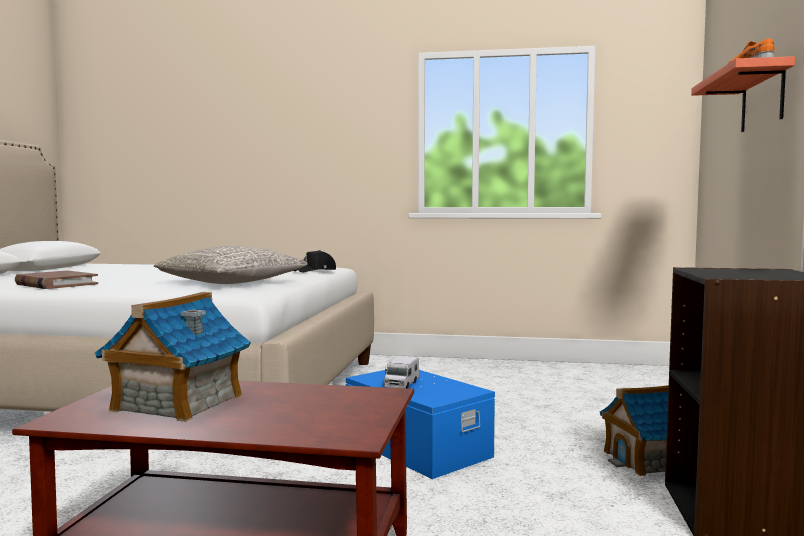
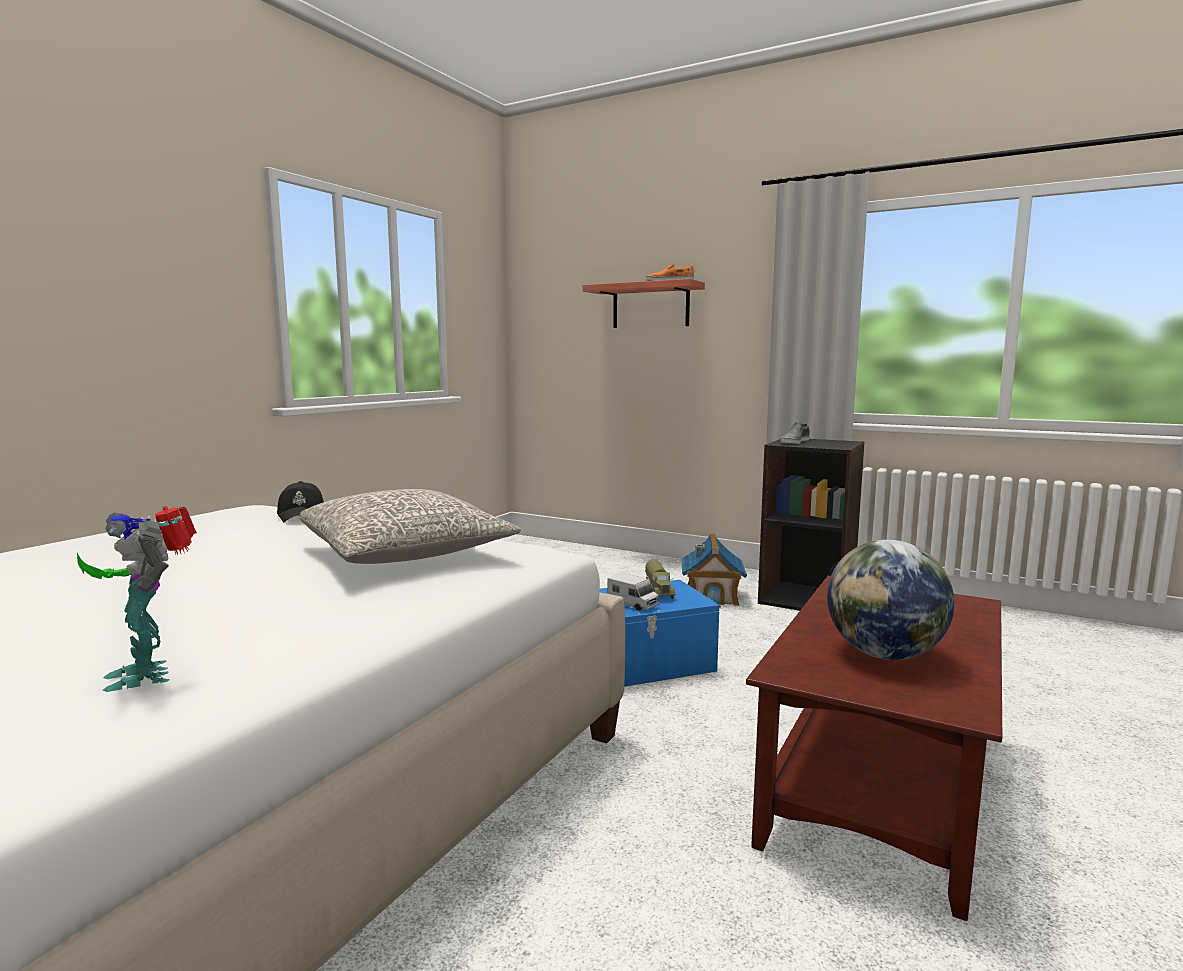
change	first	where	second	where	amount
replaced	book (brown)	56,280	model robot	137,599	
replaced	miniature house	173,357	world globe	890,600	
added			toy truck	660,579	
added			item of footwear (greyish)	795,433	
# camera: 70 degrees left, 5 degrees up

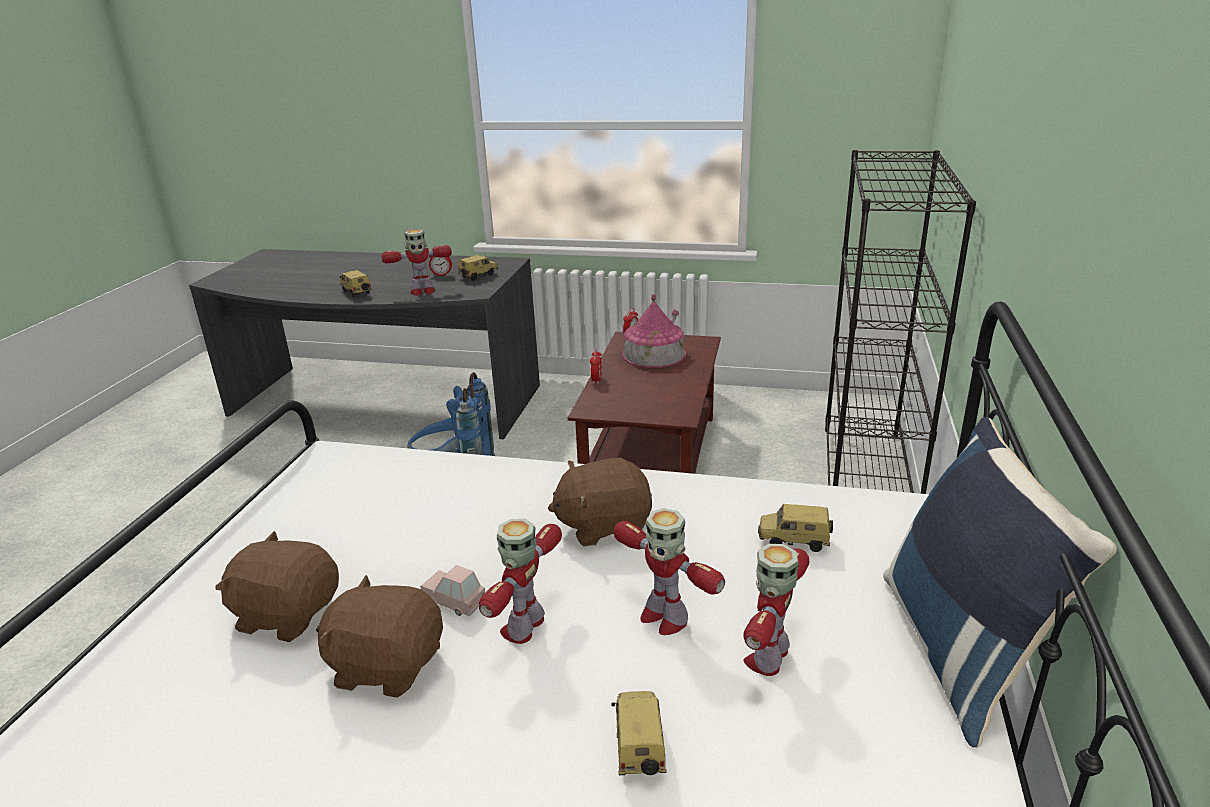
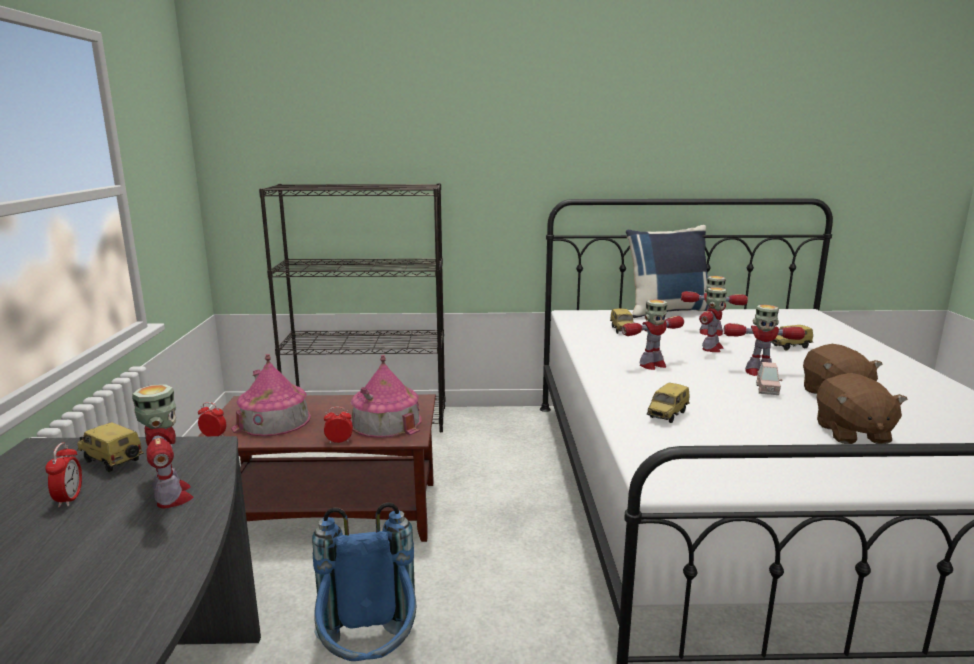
change	first	where	second	where	amount
moved	miniature car	356,284		668,403	
replaced	plush toy (brown)	600,502	model robot	652,335	
added			miniature house	386,396	
# camera: 105 degrees left, 10 degrees down

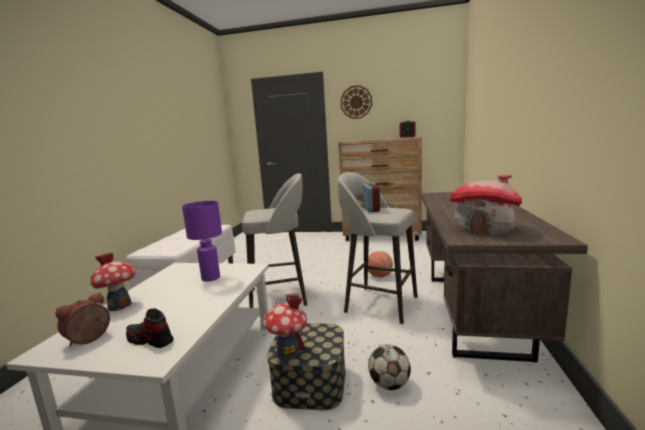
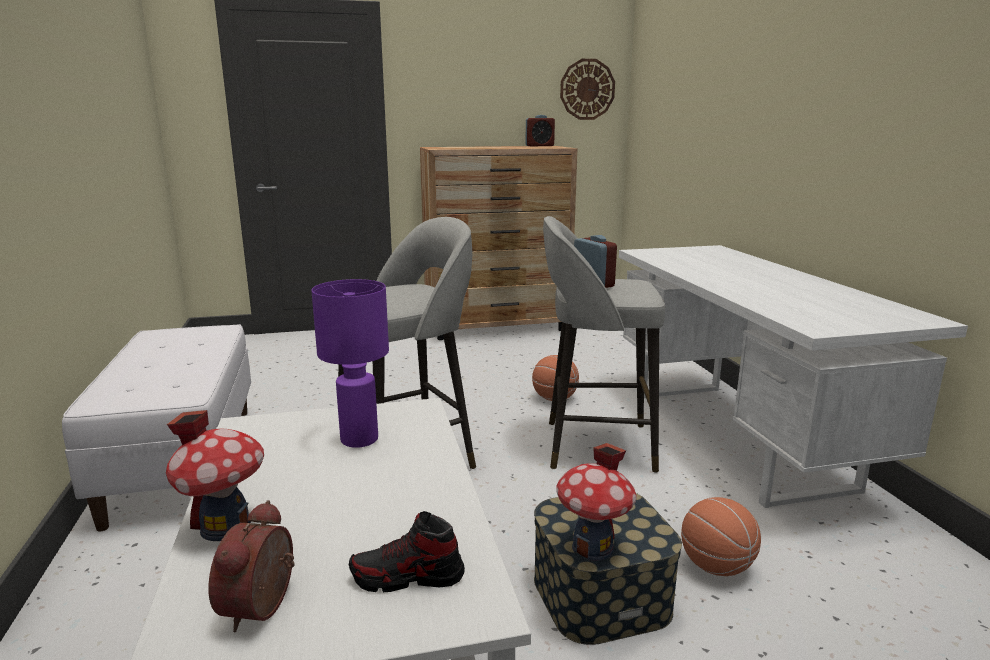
change	first	where	second	where	amount
moved	hanging clock	356,102		587,89	
replaced	football	389,367	basketball ball	721,536	
recoloured	desk table (brown)	504,277	desk table (white-coloured)	793,376	
removed	miniature house	485,205			
# camera: 25 degrees left, 5 degrees up

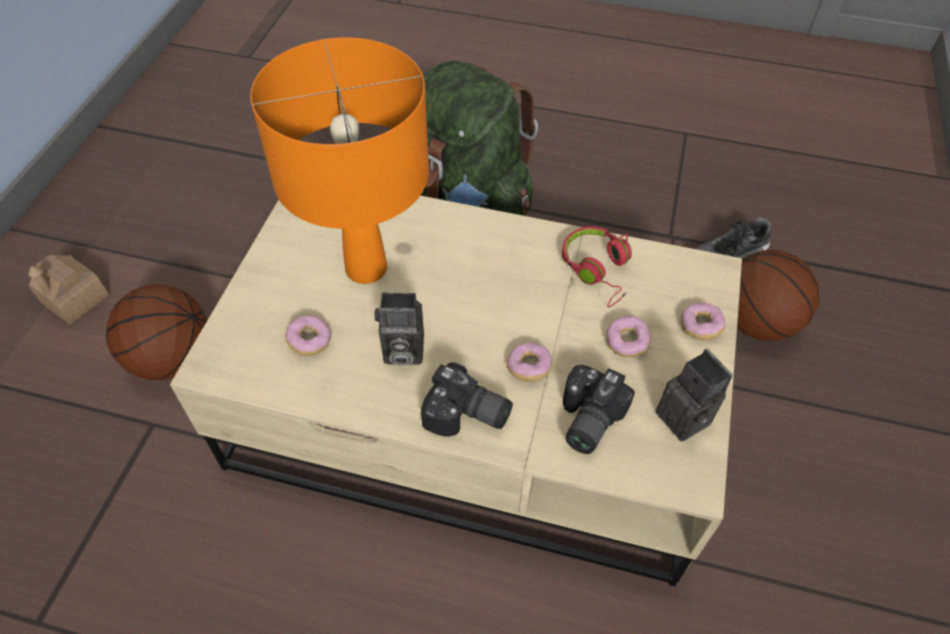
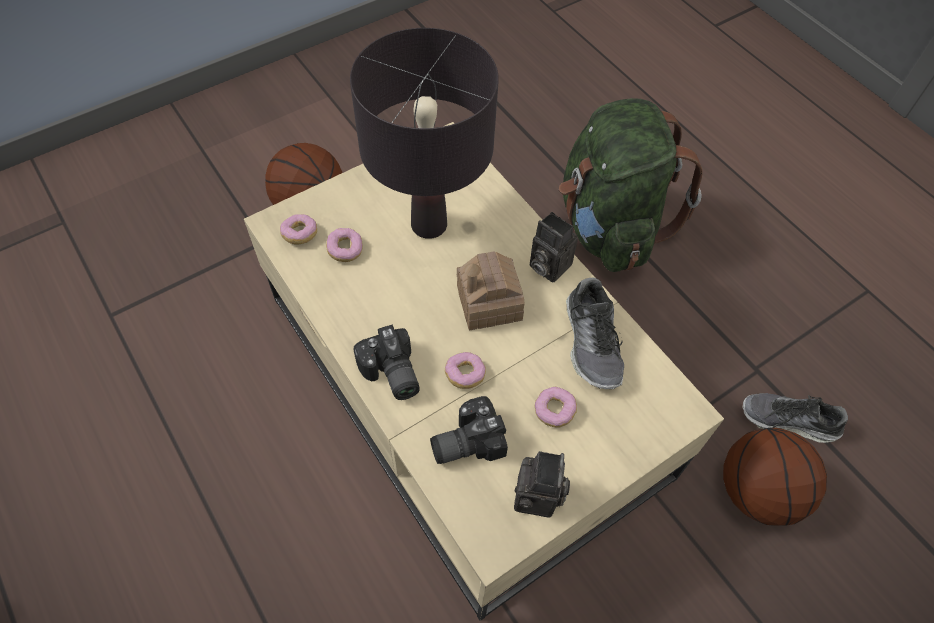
change	first	where	second	where	amount
moved	miniature house	68,289		491,290	
recoloured	table lamp (orange-coloured)	339,160	table lamp (black)	424,133	
moved	photo camera	399,329		554,247	
replaced	pair of headphones (reddish)	597,266	item of footwear	595,333	
moved	donut	703,321		298,229	
# camera: 40 degrees right, 5 degrees up

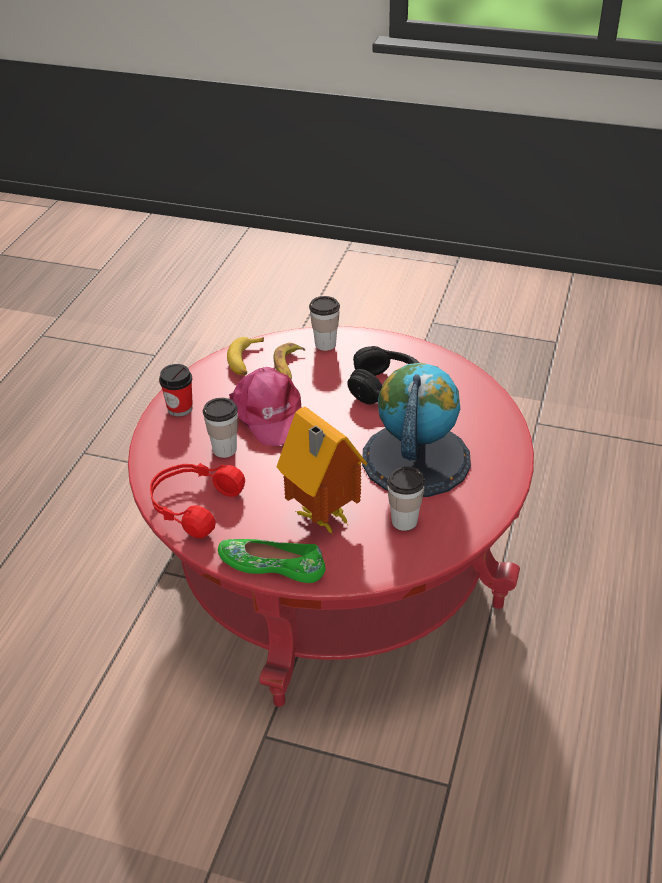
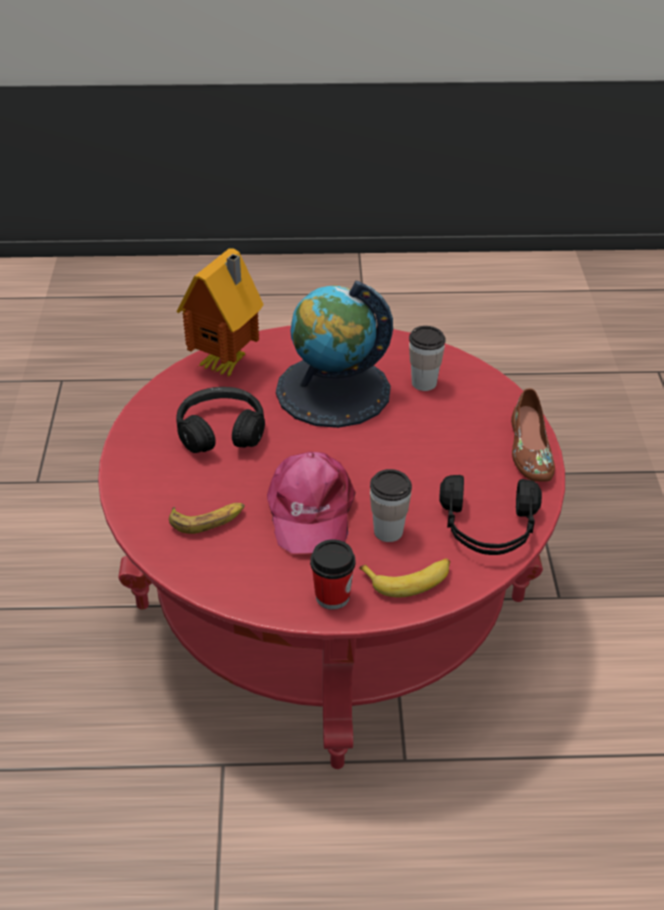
change	first	where	second	where	amount
recoloured	pair of headphones (reddish)	197,500	pair of headphones (black)	490,515	
recoloured	item of footwear (green)	271,561	item of footwear (brown)	533,435	
moved	banana fruit	245,356		404,577	
turned	baseball cap (pink)	265,406		311,503	135 degrees clockwise
moved	miniature house	321,471		220,313	
removed	cup	324,323			
# camera: 110 degrees left, 0 degrees up

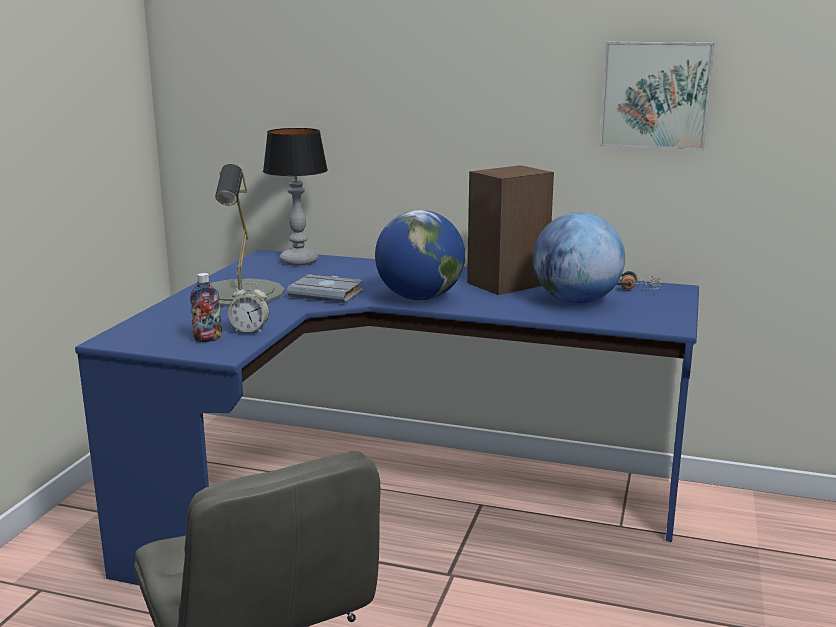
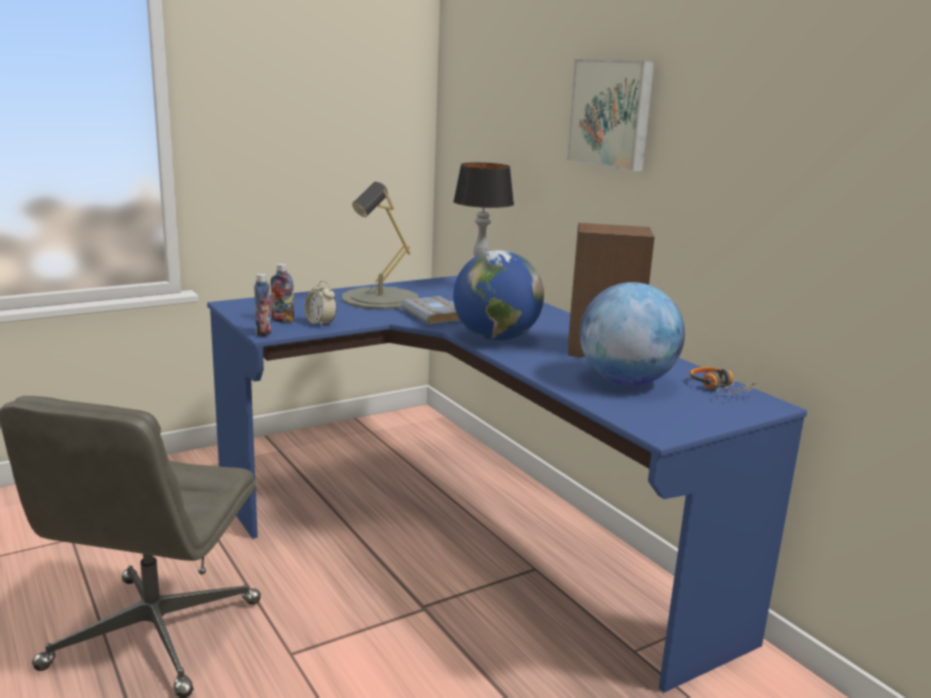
change	first	where	second	where	amount
moved	wall art	657,96		610,115	
added			drink bottle	262,305	
# camera: 40 degrees right, 0 degrees up

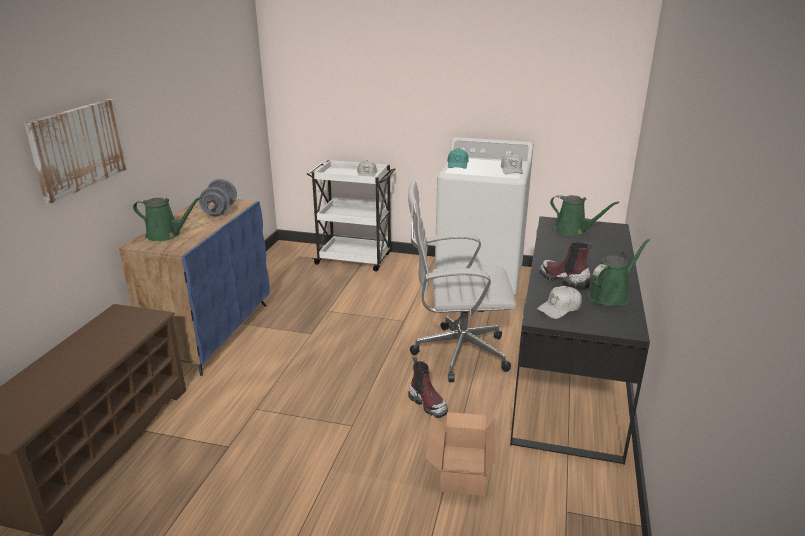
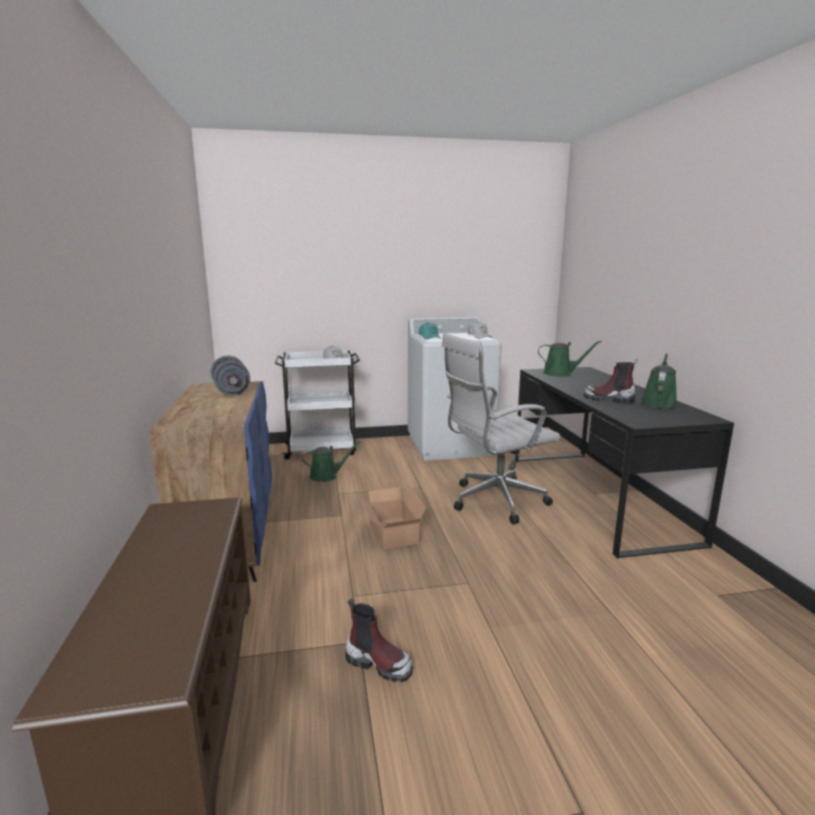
change	first	where	second	where	amount
removed	wall art	75,151			
moved	watering can (green)	167,219		331,461	
moved	high-top boot	428,387		379,640	
moved	carton	461,454		391,517	
removed	baseball cap (white-coloured)	559,302			
# camera: 25 degrees left, 10 degrees down

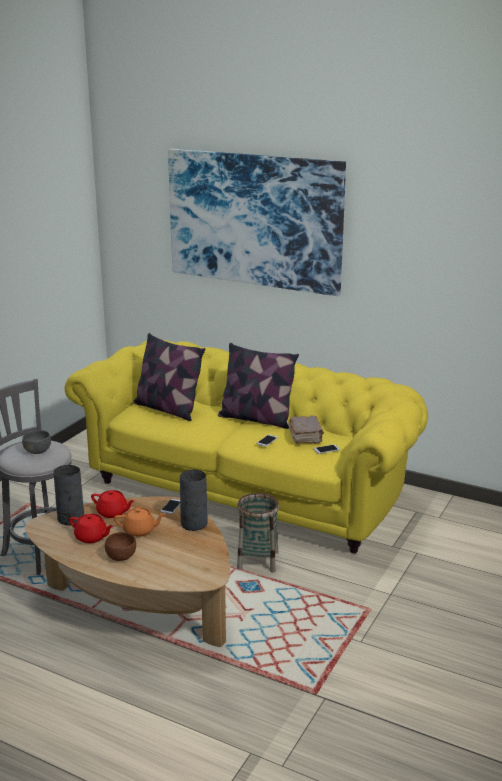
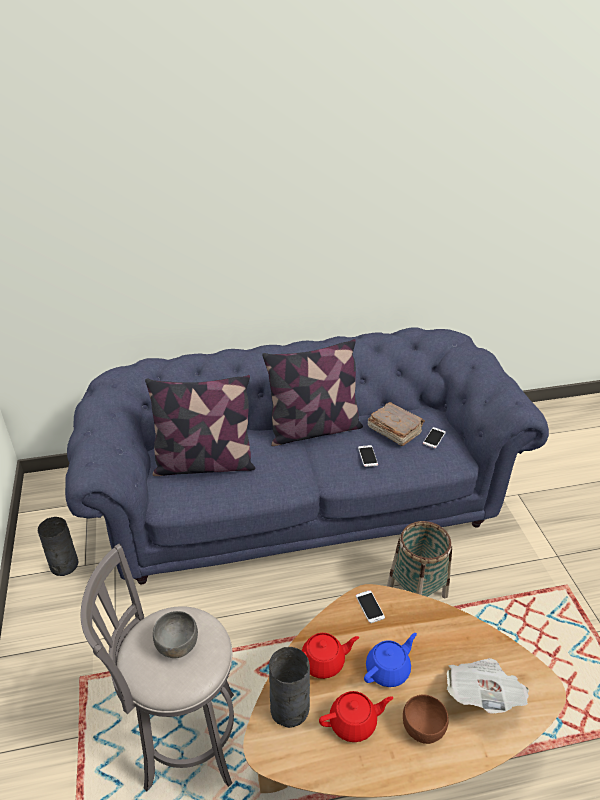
change	first	where	second	where	amount
recoloured	settee (yellowish)	246,446	settee (blue)	307,455	
recoloured	tea pot (orange-coloured)	140,522	tea pot (blue)	390,660	
removed	wall art	257,222			
moved	flower vase (greyish)	194,500		58,546	
added			daily paper	488,686	
# camera: 40 degrees left, 15 degrees up

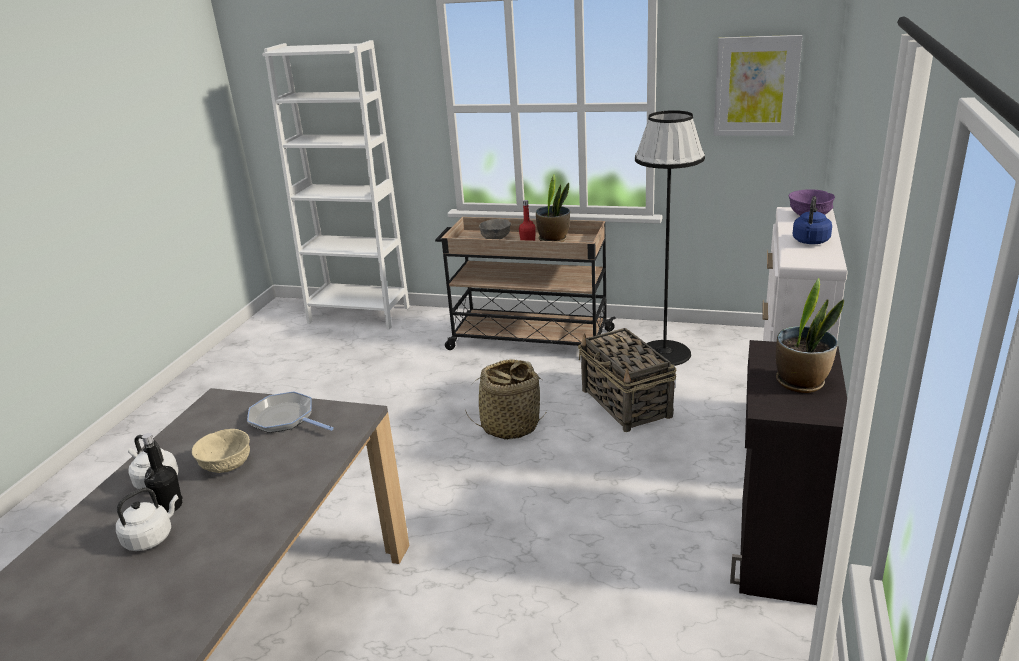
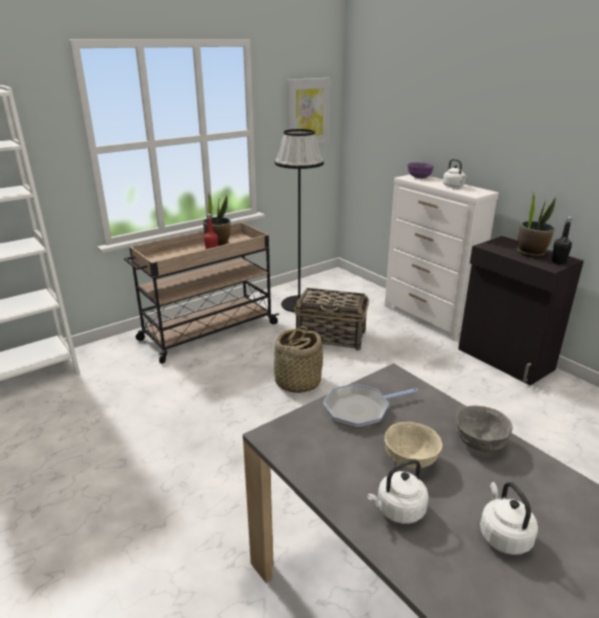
change	first	where	second	where	amount
moved	drink bottle (black)	162,473		562,241	
moved	serving bowl (greyish)	495,229		484,428	
recoloured	kettle (blue)	812,220	kettle (white-coloured)	455,173	
# camera: 55 degrees left, 0 degrees up

